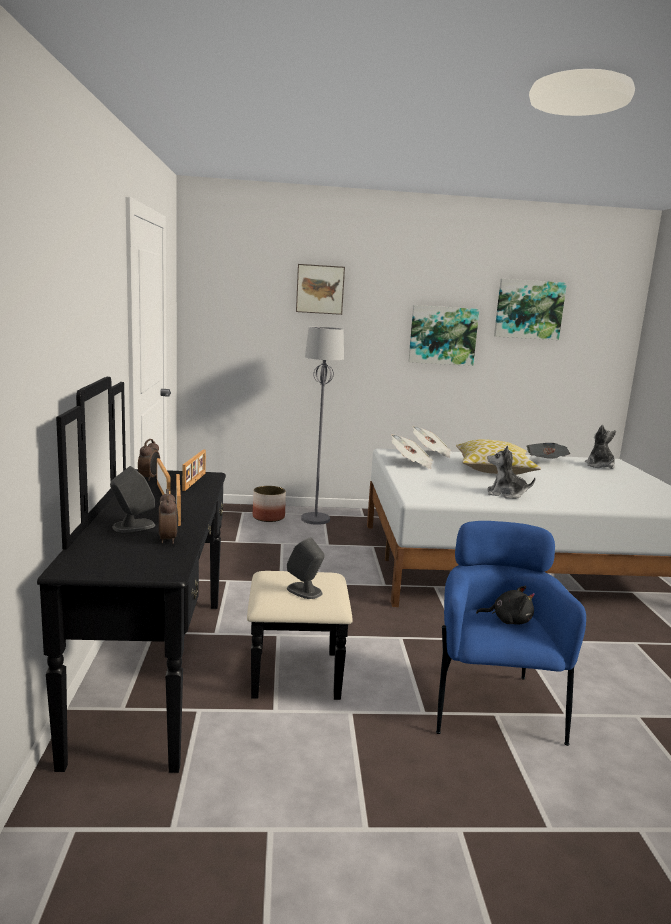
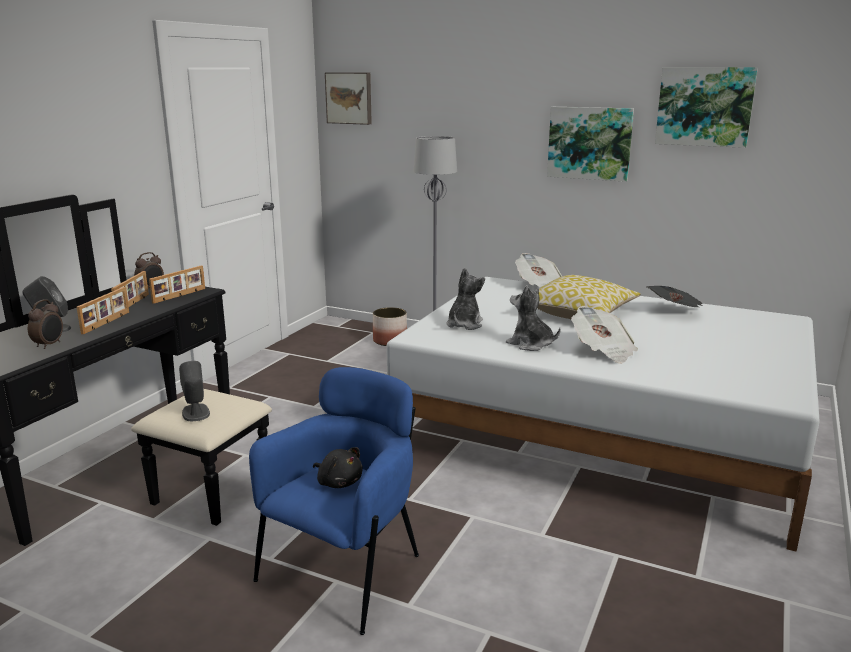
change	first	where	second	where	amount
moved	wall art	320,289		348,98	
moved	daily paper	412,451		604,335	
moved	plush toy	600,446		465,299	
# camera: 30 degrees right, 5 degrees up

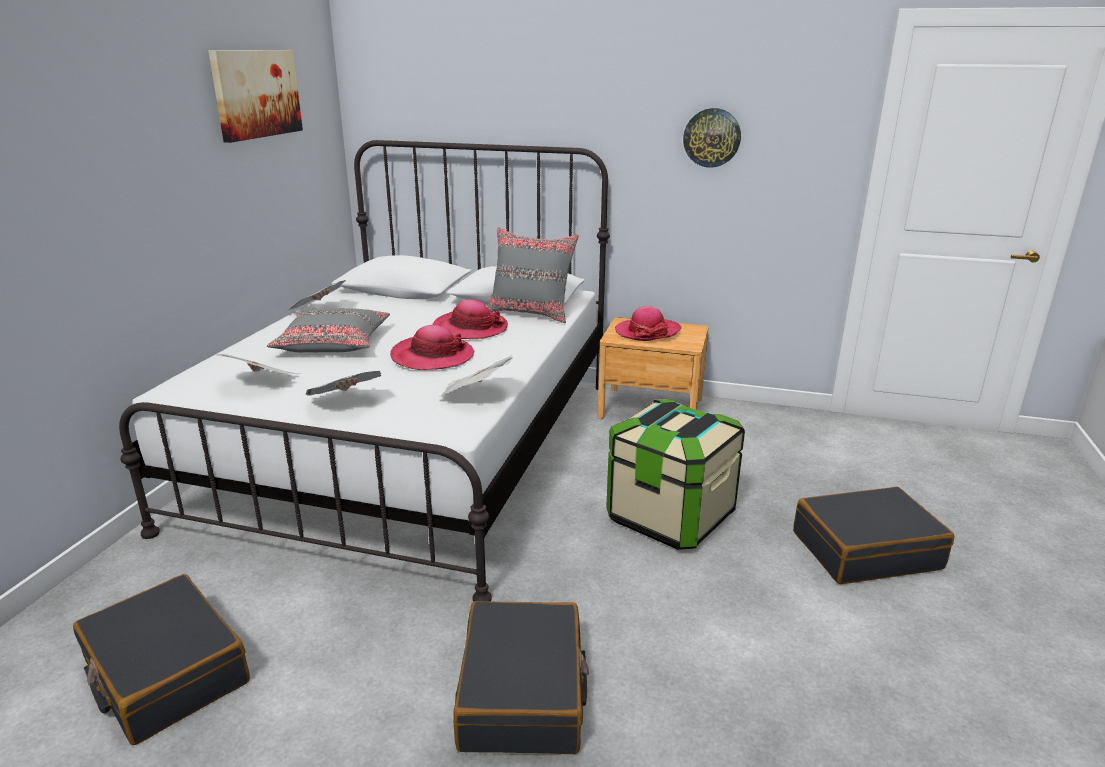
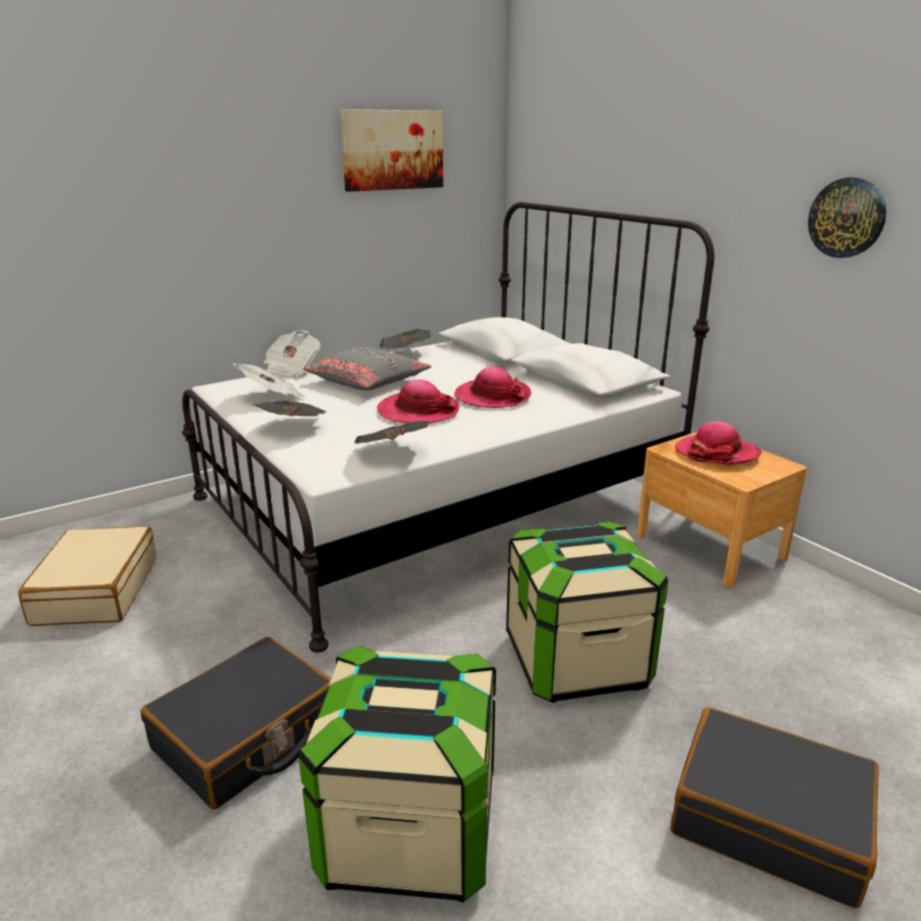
change	first	where	second	where	amount
recoloured	suitcase (black)	161,659	suitcase (beige)	87,576	
removed	cushion (greyish)	533,275			
added			daily paper	292,354	
added			storage container	397,774	
# camera: 40 degrees right, 0 degrees up

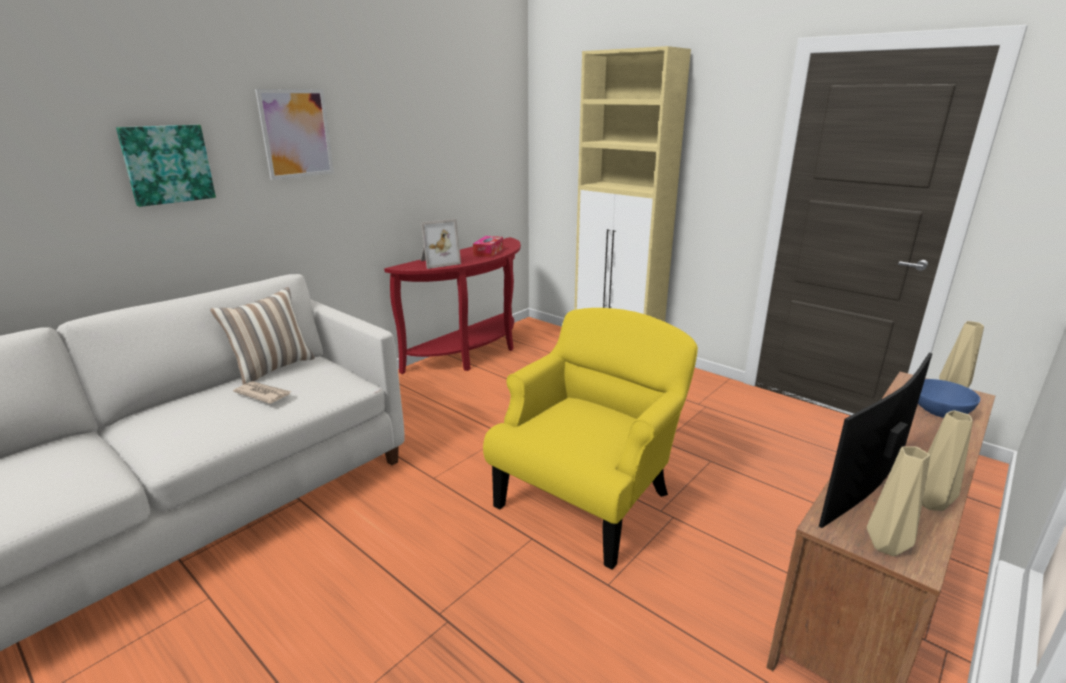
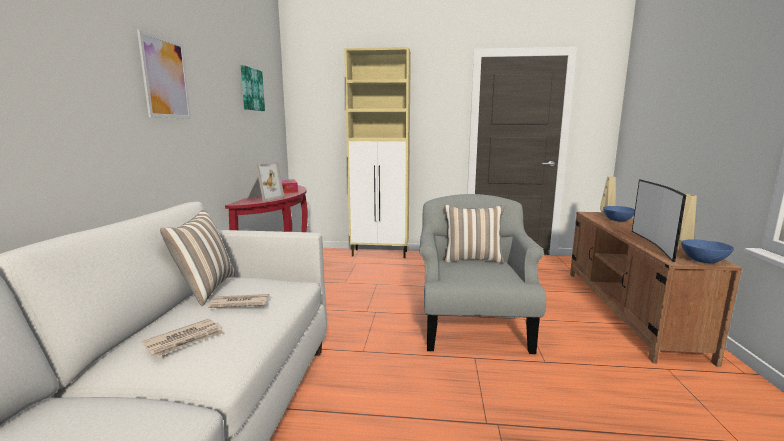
change	first	where	second	where	amount
moved	wall art	166,166		253,88	
recoloured	armchair (yellowish)	590,439	armchair (greyish)	482,274	
replaced	flower vase (beige)	898,501	serving bowl (blue)	707,251	
added			daily paper	182,338	
added			cushion	474,233	
# camera: 35 degrees left, 10 degrees down

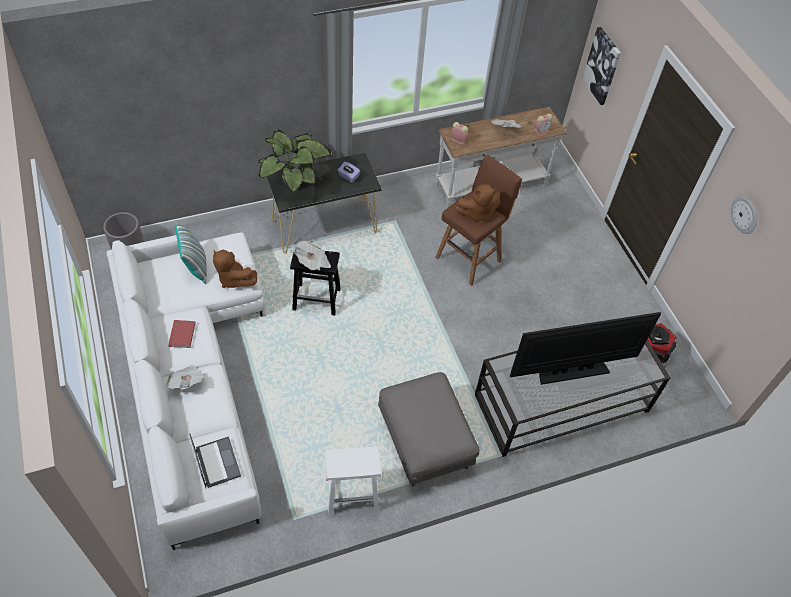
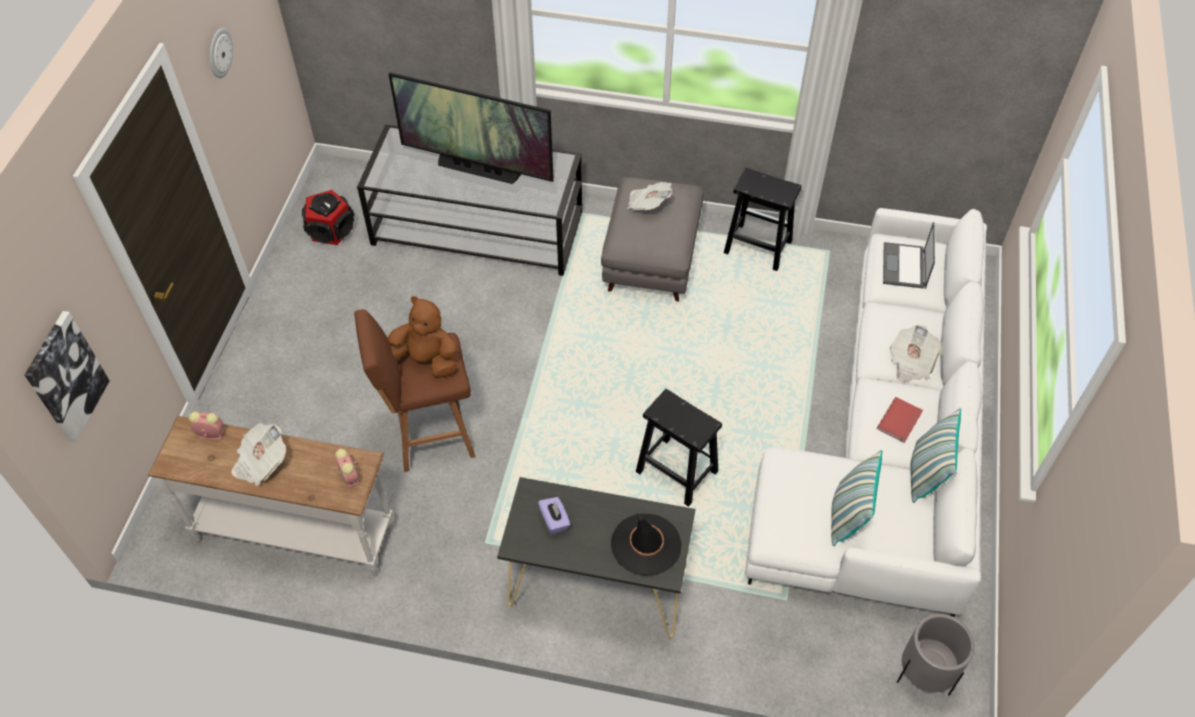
change	first	where	second	where	amount
removed	plush toy (brown)	235,269			
replaced	potted plant	295,160	wearable hat (black)	646,544	
moved	daily paper	312,255		649,196	
recoloured	sitting stool (white-coloured)	353,480	sitting stool (black)	763,219	
added			cushion	935,455	
# camera: 145 degrees left, 0 degrees up

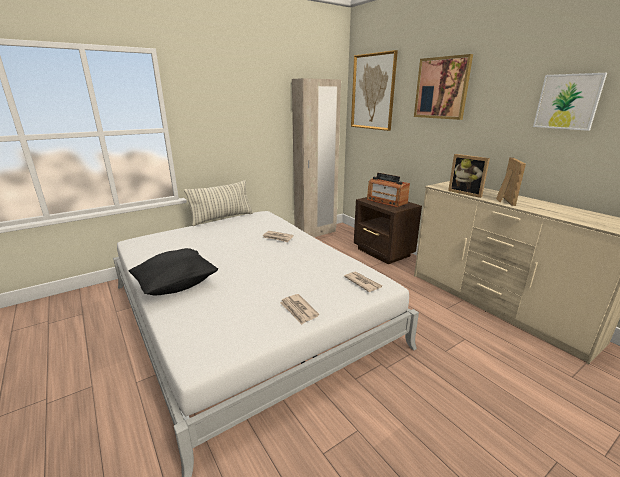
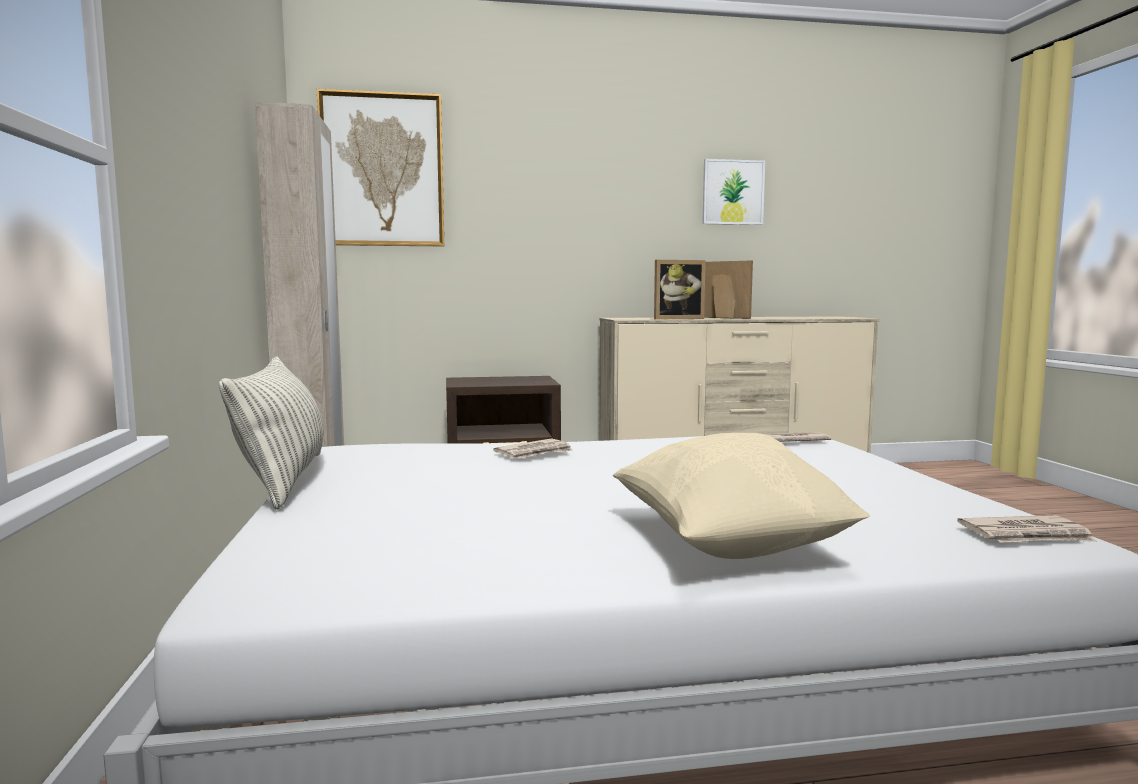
change	first	where	second	where	amount
recoloured	cushion (black)	173,271	cushion (beige)	741,496	
moved	daily paper	299,309		1027,529	
removed	radio	388,190			
removed	wall art	443,87			
# camera: 65 degrees left, 15 degrees down

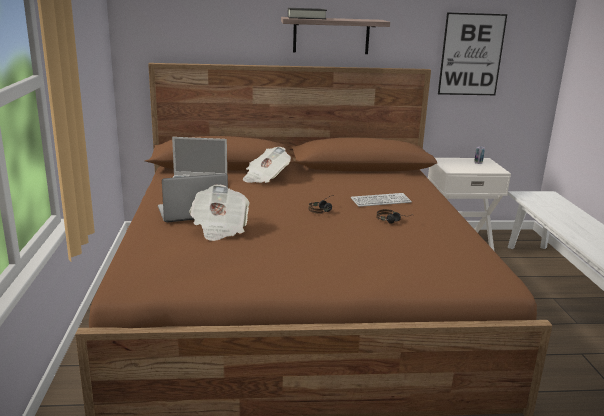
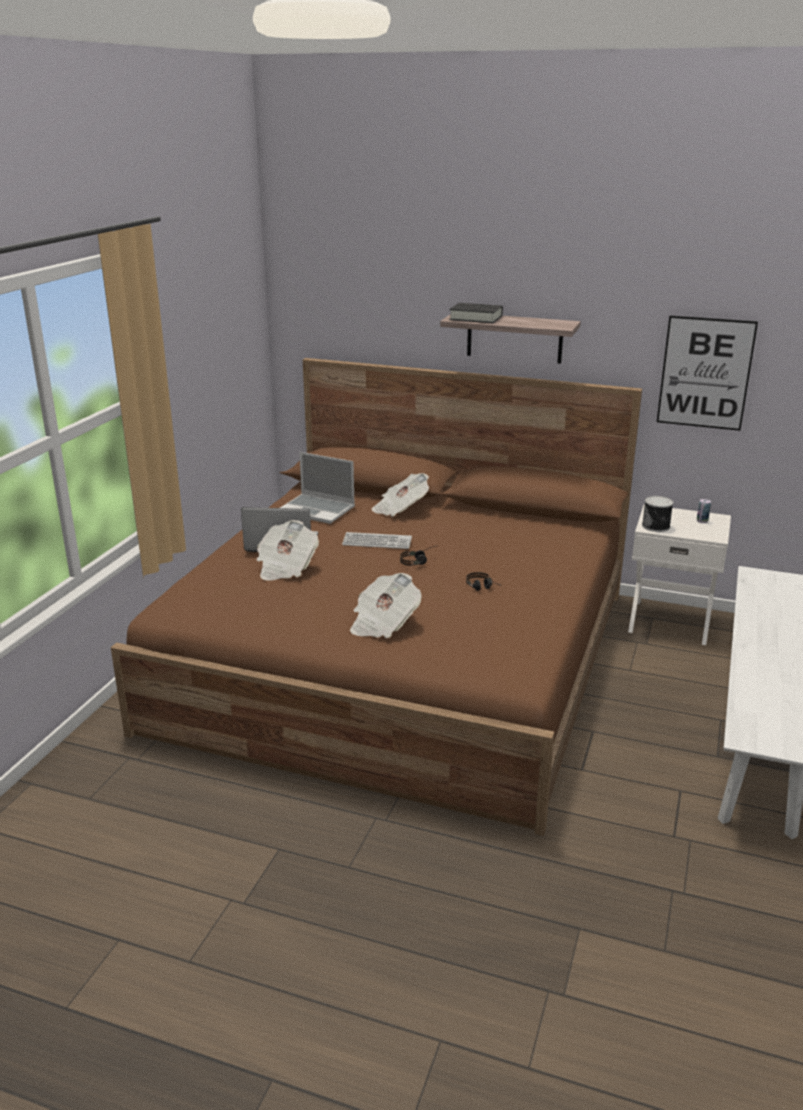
change	first	where	second	where	amount
moved	PC keyboard	381,200		377,540	
added			daily paper	386,605	
added			can	657,514	
# camera: 25 degrees right, 5 degrees up

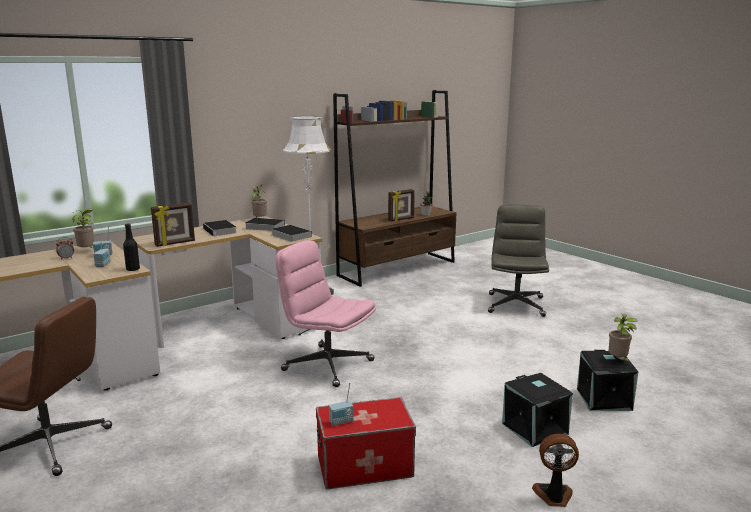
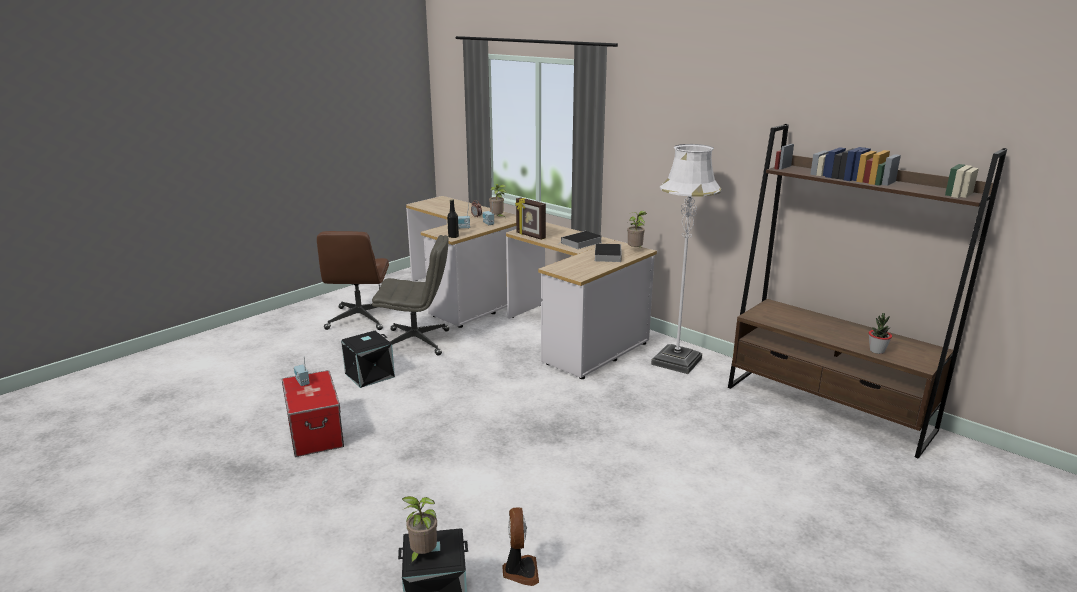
change	first	where	second	where	amount
removed	book	292,233			
removed	computer chair (pink)	326,313			
removed	picture frame	401,205			
moved	computer chair (greyish)	518,261		410,295	
moved	storage container (black)	537,410		368,359	
moved	fan	555,470		520,546	
# camera: 80 degrees right, 5 degrees up

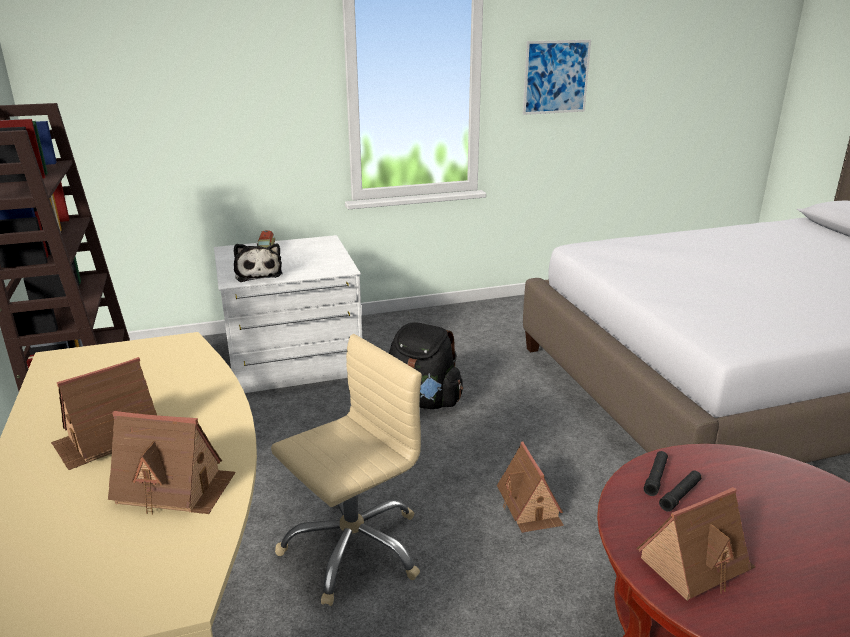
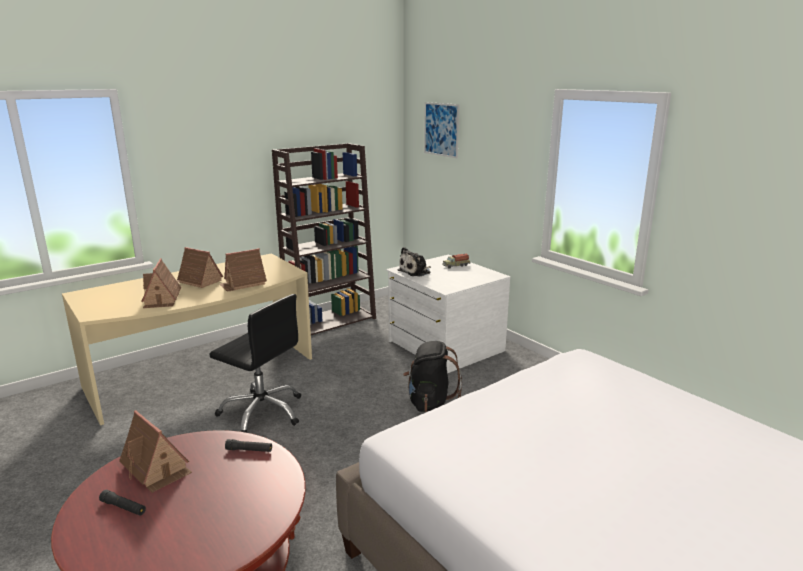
change	first	where	second	where	amount
recoloured	computer chair (beige)	346,470	computer chair (black)	255,363	
moved	miniature house	530,487		243,270	
moved	wall art	557,77		442,130	
moved	torch (black)	680,491		122,502	
# camera: 70 degrees right, 5 degrees down

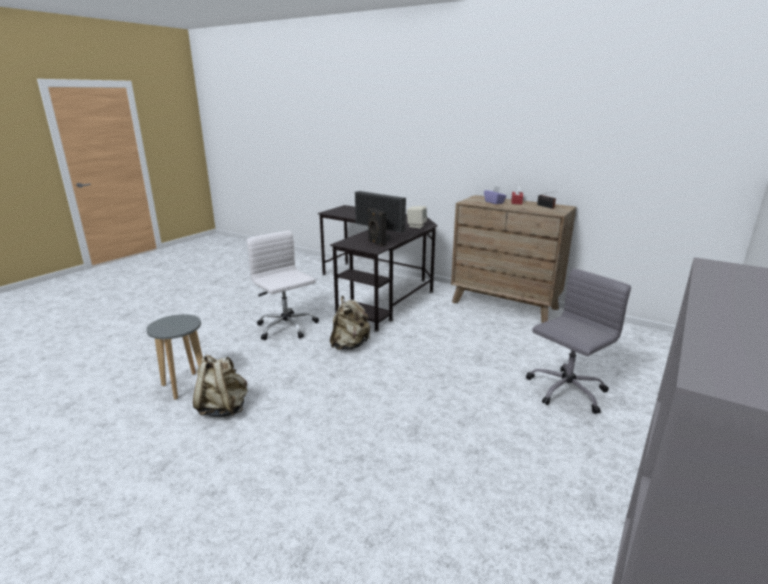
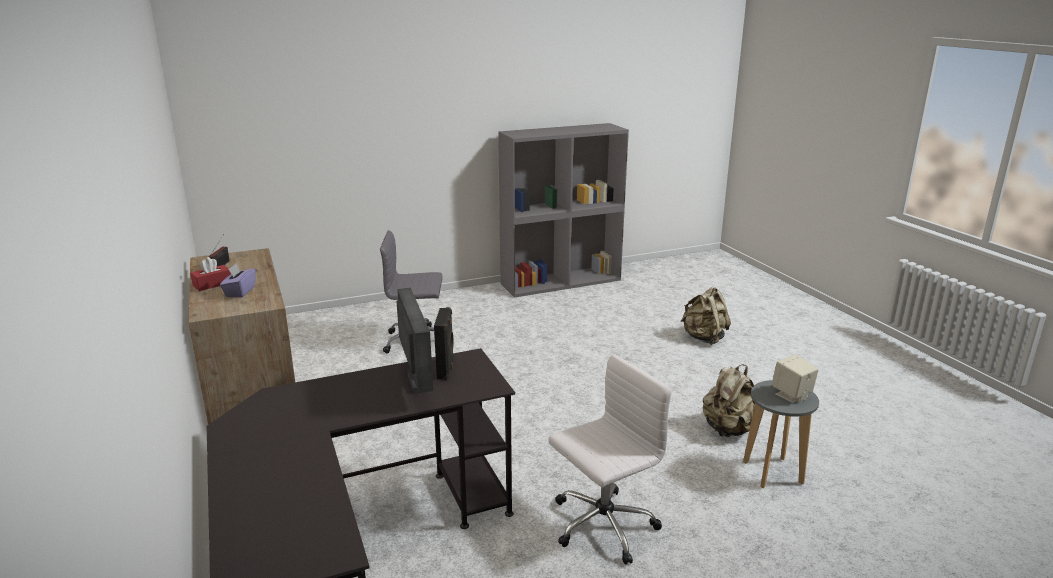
change	first	where	second	where	amount
turned	computer chair (white-coloured)	283,285		610,459	120 degrees counterclockwise
moved	backpack (beige)	350,323		705,316	
moved	audio speaker (beige)	417,217		795,378	
# camera: 145 degrees left, 0 degrees up

